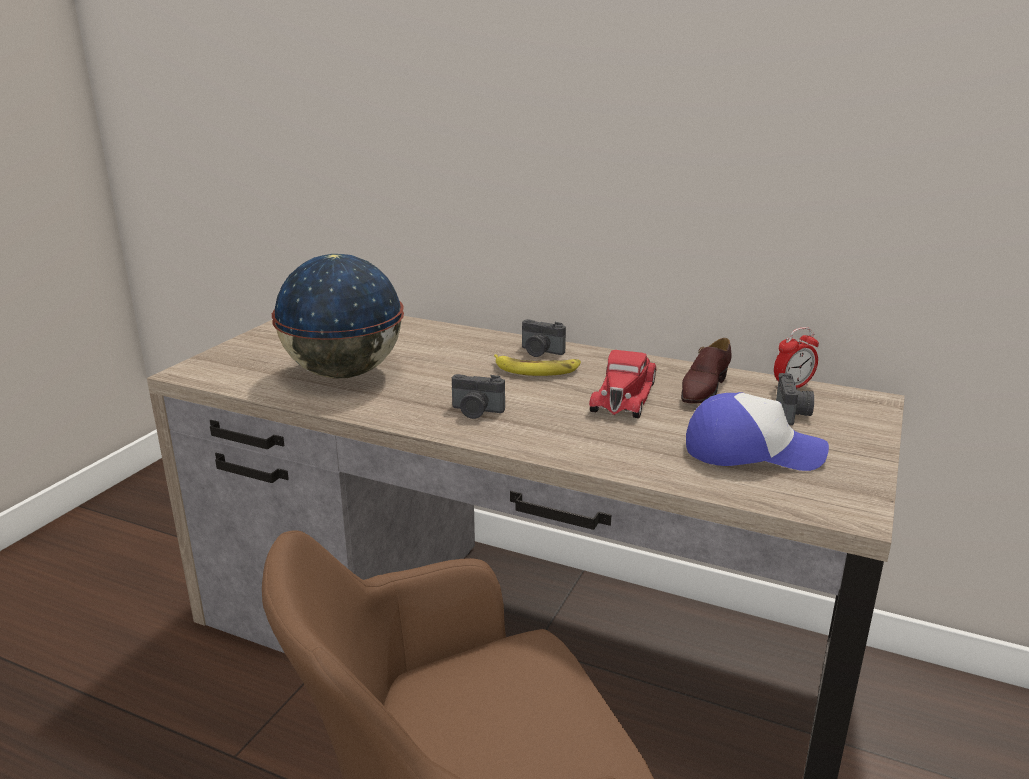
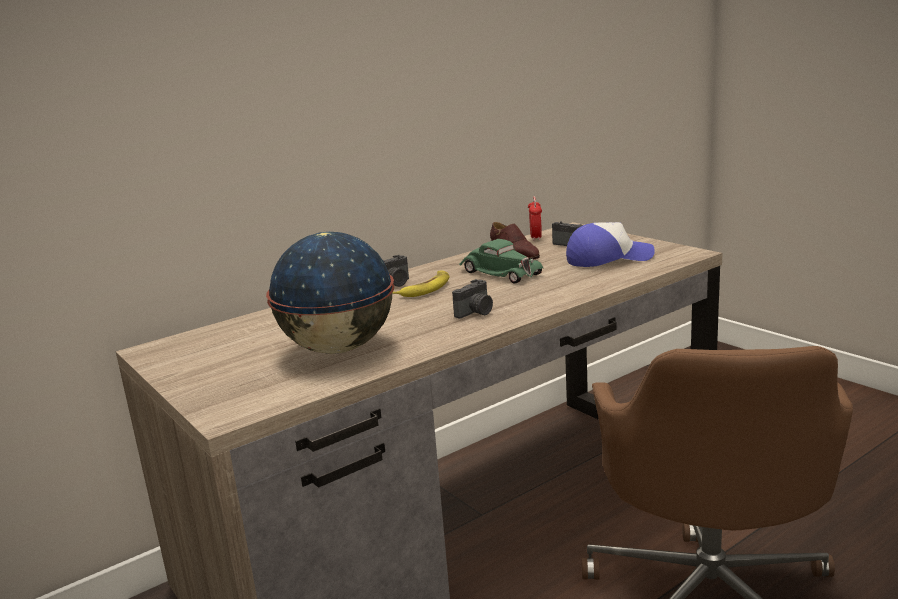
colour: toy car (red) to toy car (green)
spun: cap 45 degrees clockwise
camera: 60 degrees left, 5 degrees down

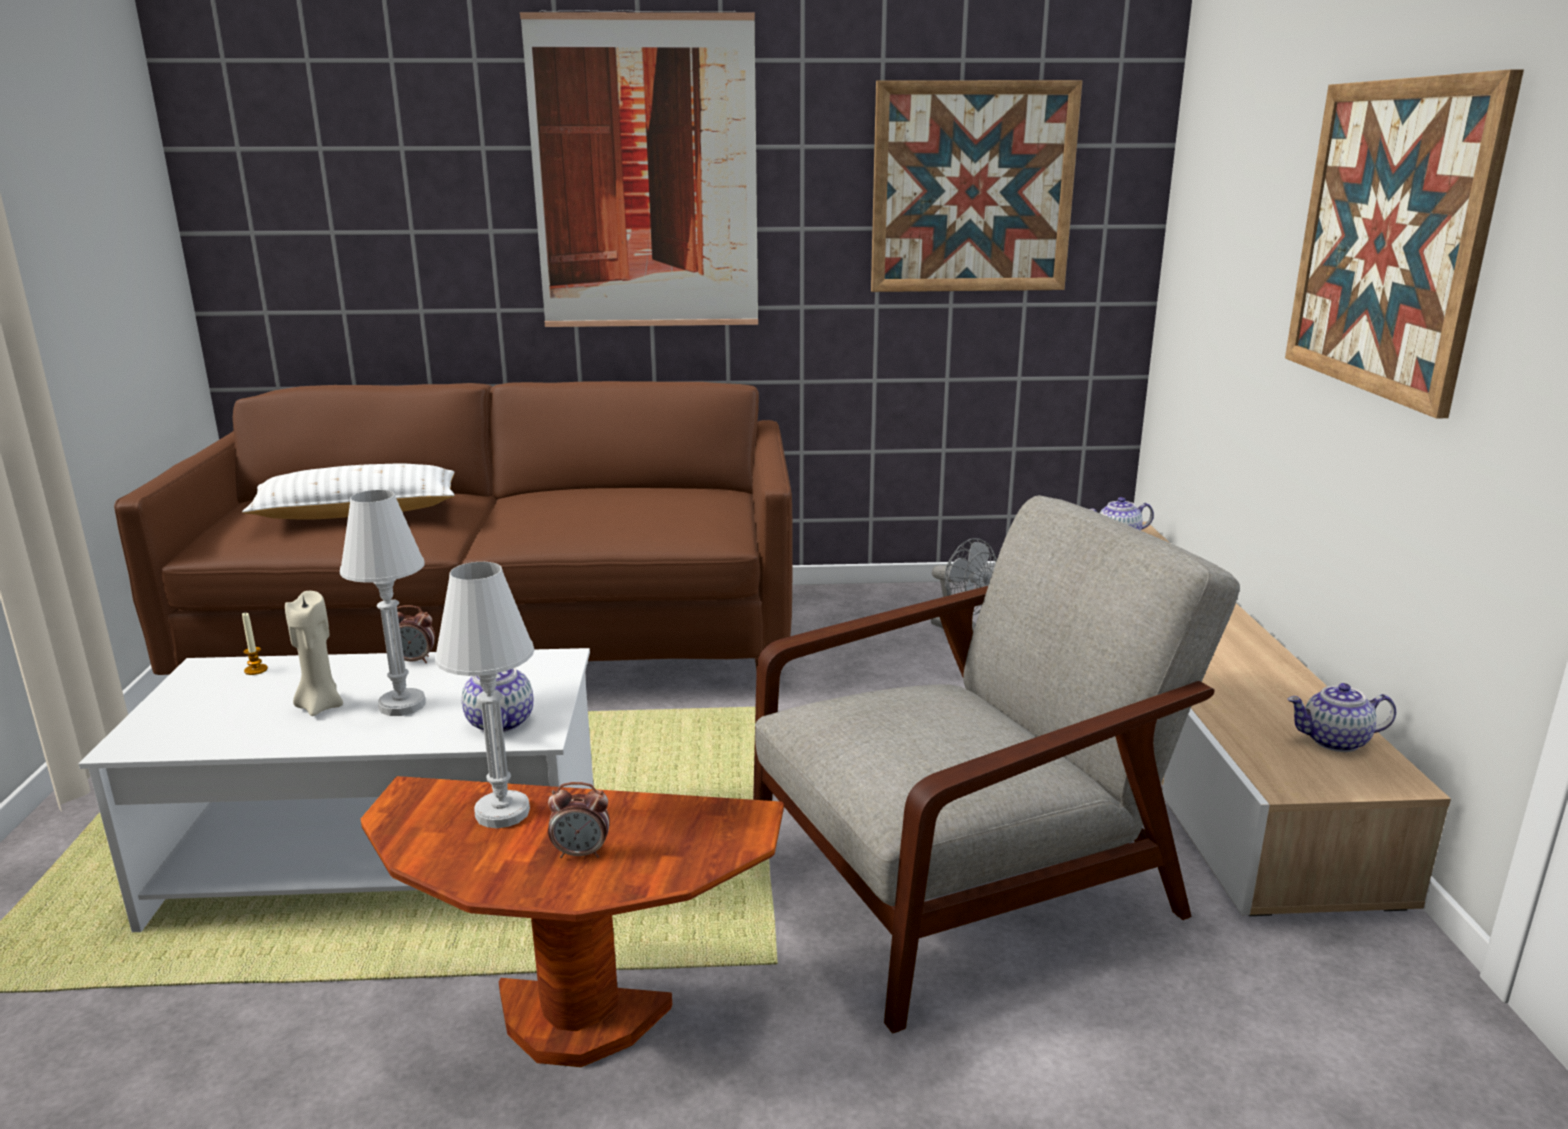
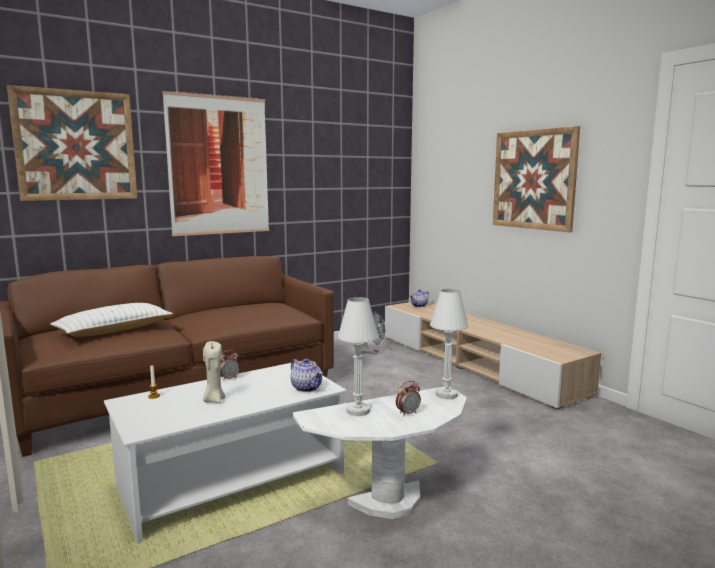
missing: armchair (grey); teapot (no. 3 from left)
relocated: table lamp (white) (no. 1 from left in the first image) to table lamp (white) (no. 2 from left); picture (no. 2 from left in the first image) to picture (no. 1 from left)
colour: side table (brown) to side table (white)
camera: 30 degrees left, 10 degrees down

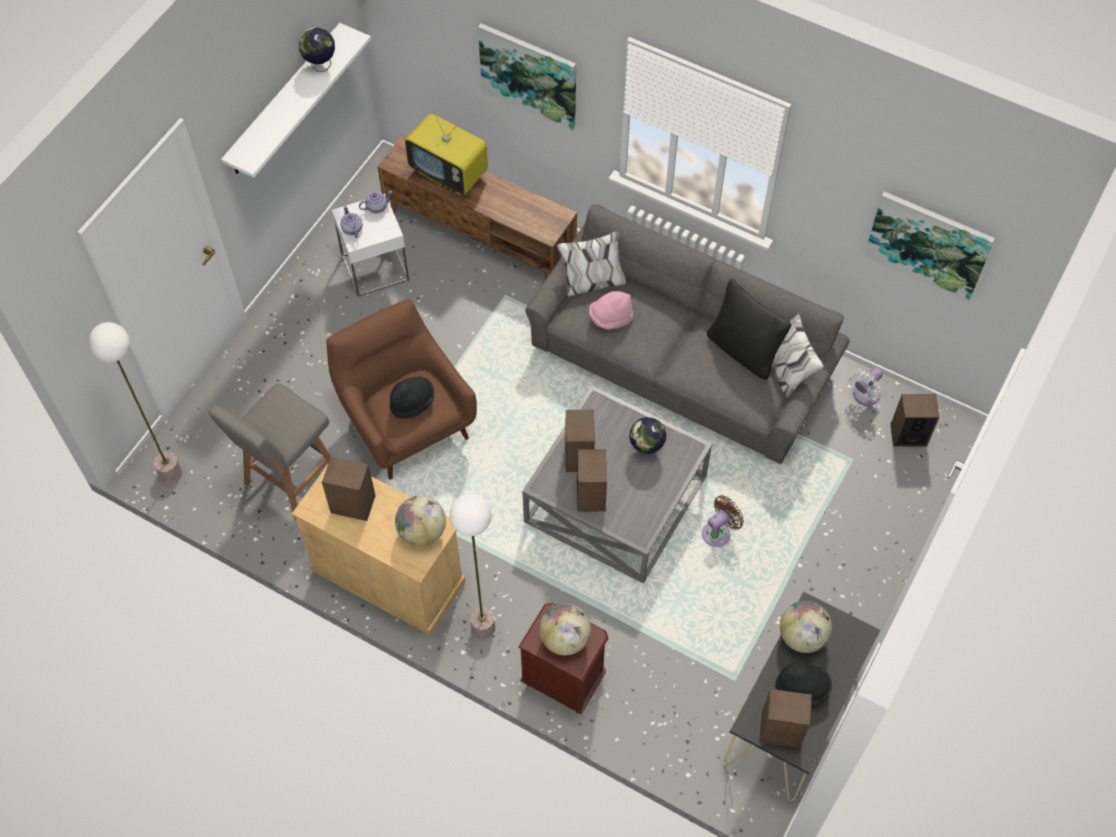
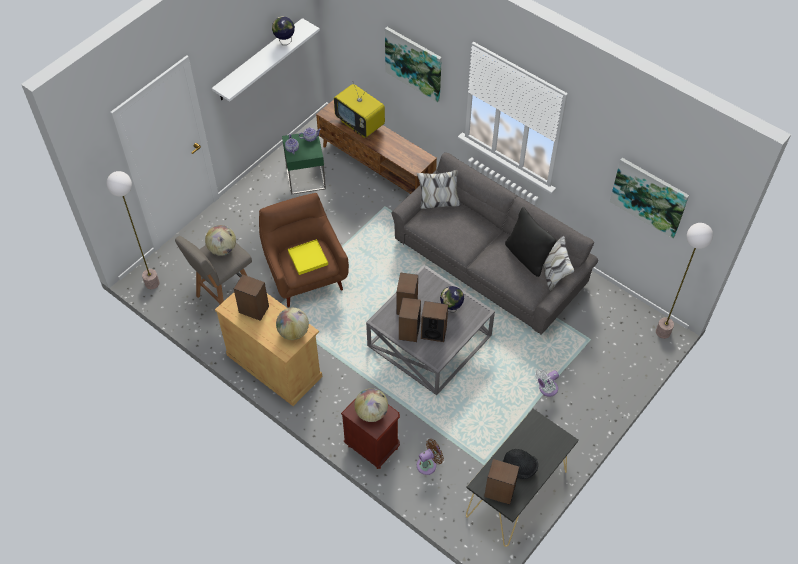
missing: hat (pink)
relocated: floor lamp (no. 2 from left); fan (brown); globe (no. 5 from left in the first image) to globe (no. 1 from left); fan (white); speaker (no. 5 from left in the first image) to speaker (no. 4 from left)
exchanged: hat (black) (no. 1 from left) to tray (yellow)
colour: side table (white) to side table (green)
camera: 10 degrees right, 5 degrees down

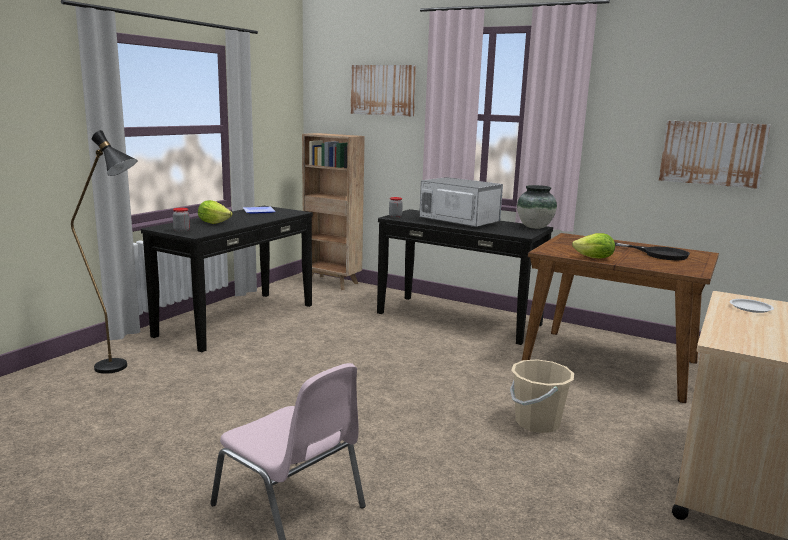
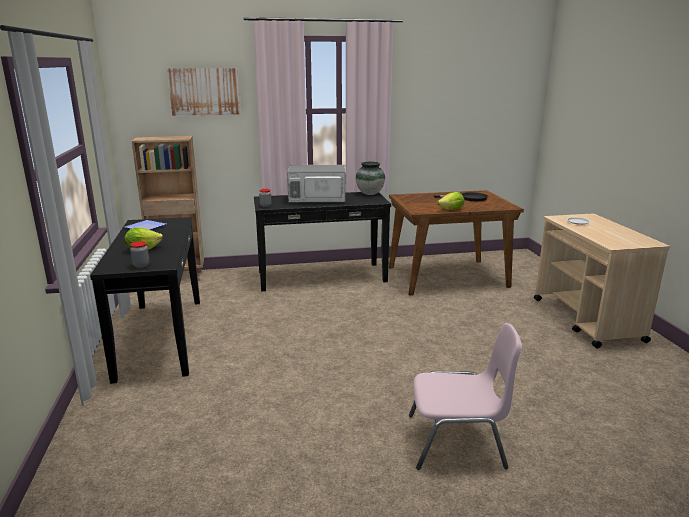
missing: floor lamp (black); bucket (beige); picture (no. 2 from left)
camera: 40 degrees left, 5 degrees up

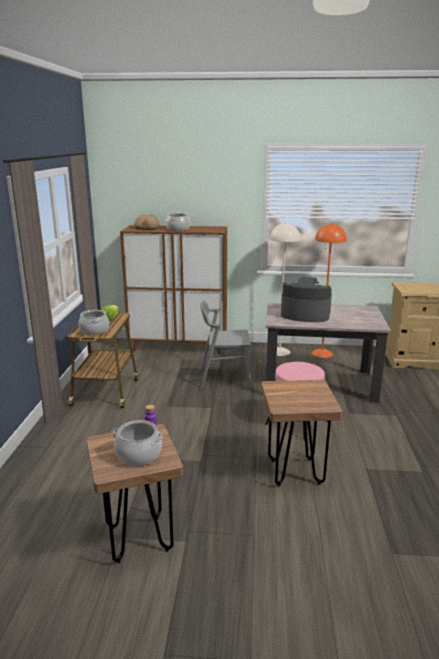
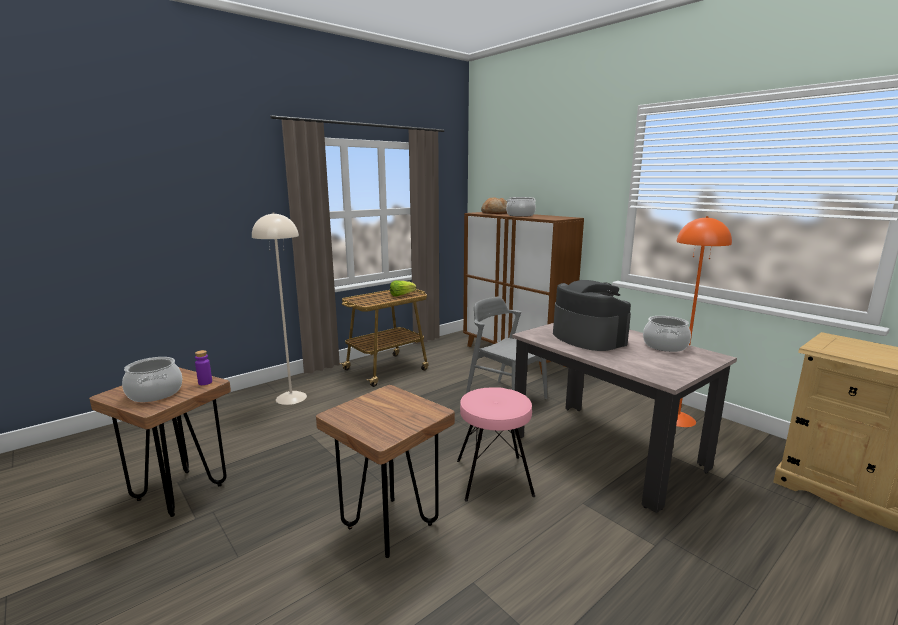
relocated: cooking pot (no. 1 from left in the first image) to cooking pot (no. 3 from left); floor lamp (beige)
camera: 45 degrees right, 5 degrees down

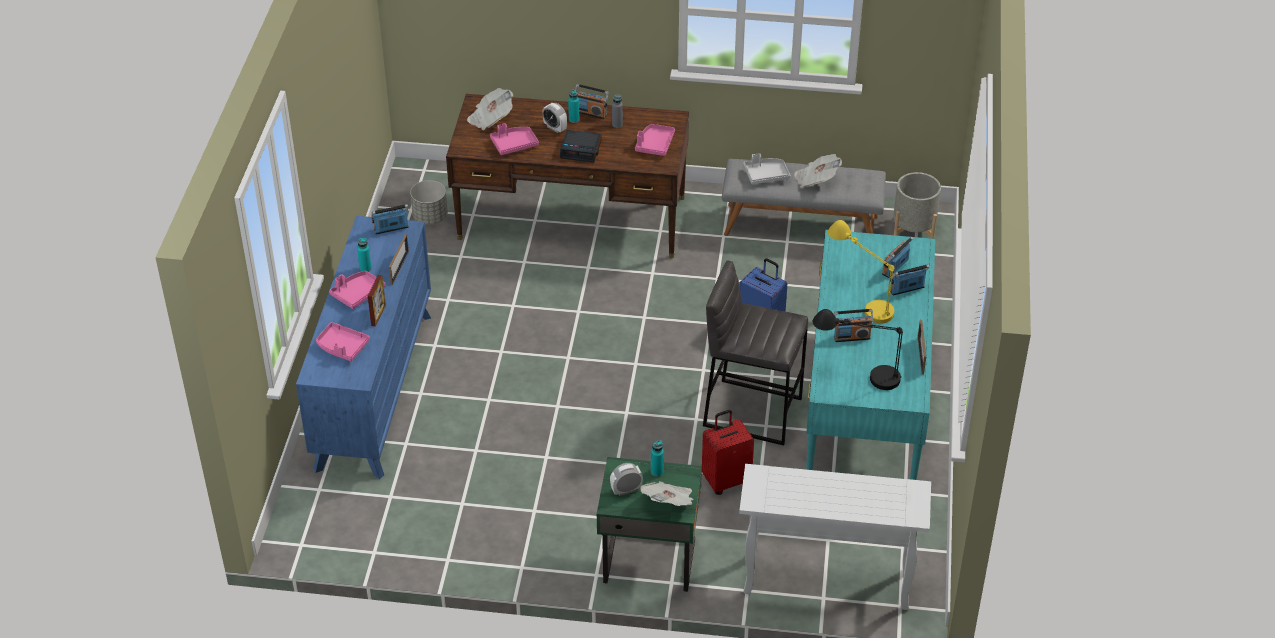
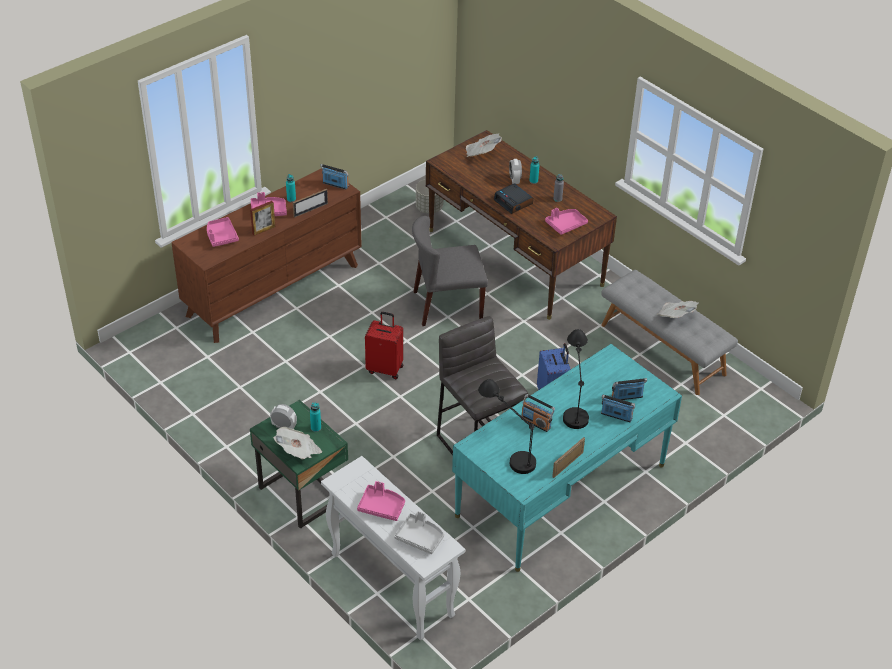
missing: radio (no. 2 from left); planter (grey) (no. 2 from left)
appeared: chair (grey)
relocated: tray (pink) (no. 3 from left); suitcase (red); tray (grey)
colour: dresser (blue) to dresser (brown); table lamp (yellow) to table lamp (black) (no. 2 from left)
camera: 40 degrees right, 0 degrees up

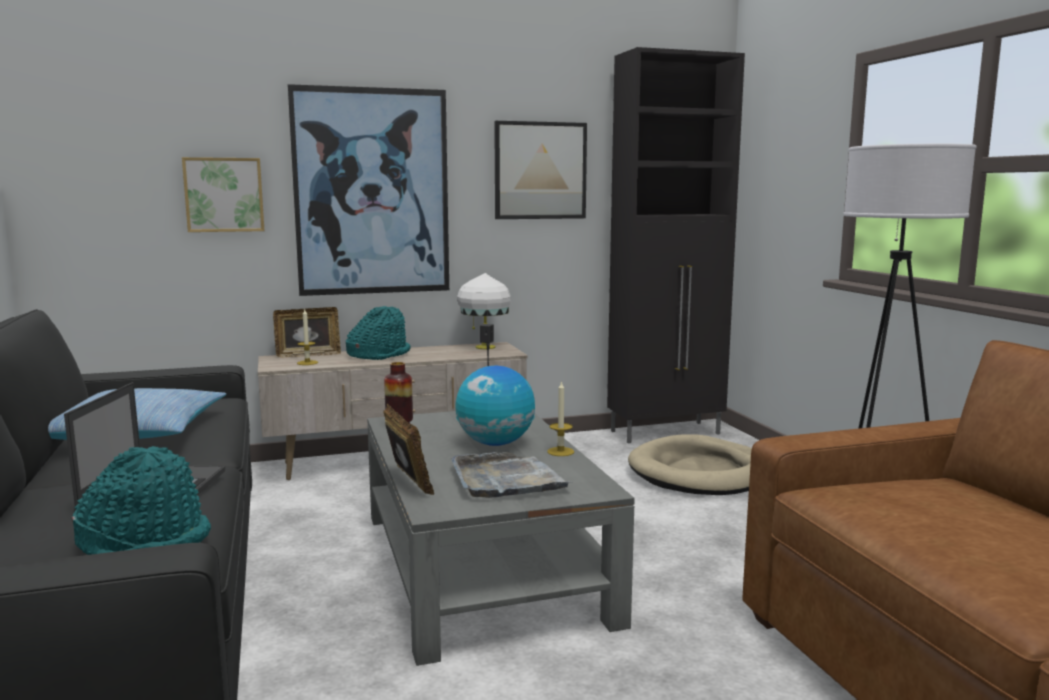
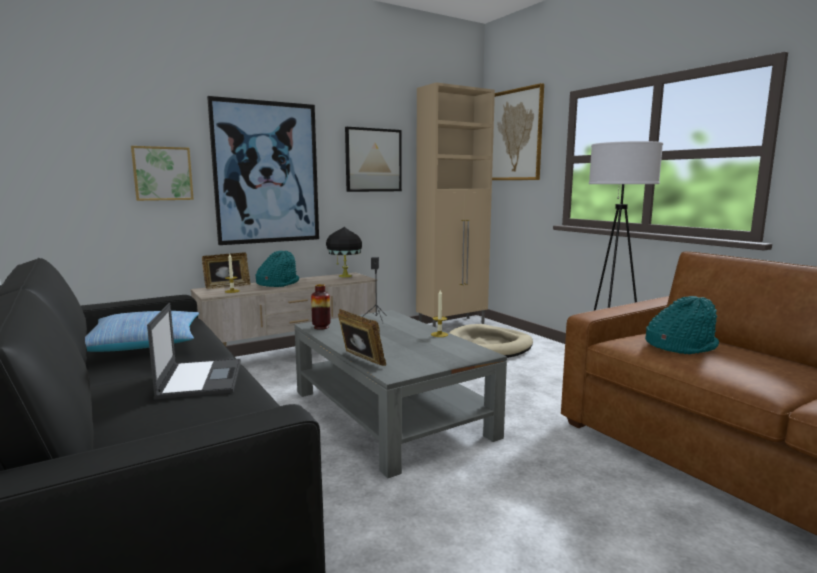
missing: tray (grey); globe
appeared: picture (no. 4 from left)
relocated: hat (turquoise) (no. 1 from left in the first image) to hat (turquoise) (no. 2 from left)
colour: table lamp (white) to table lamp (black); cabinet (black) to cabinet (beige)
camera: 15 degrees left, 0 degrees up

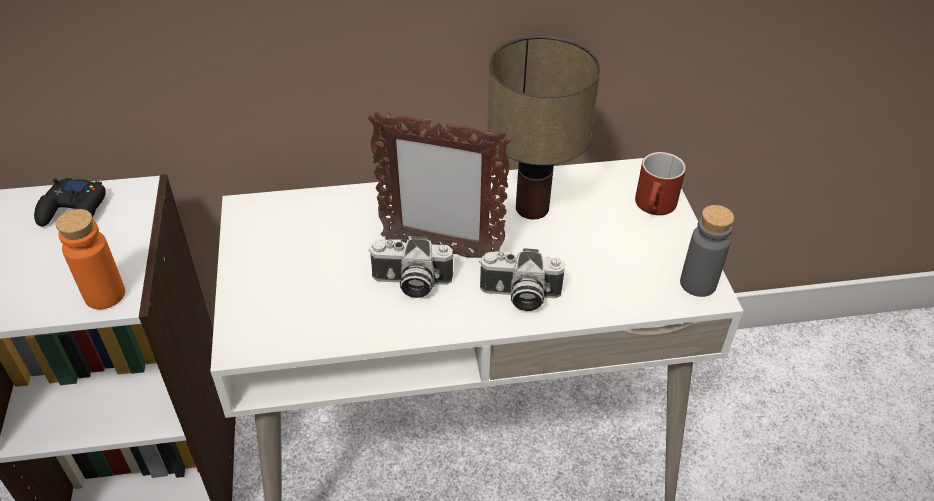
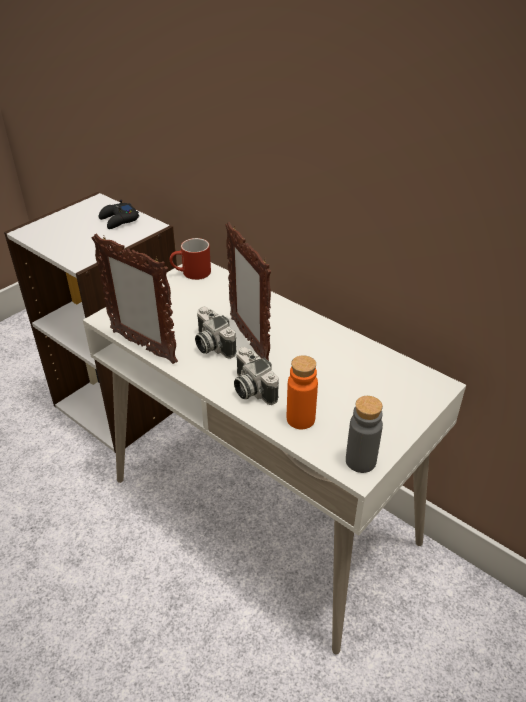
missing: table lamp
appeared: picture frame (no. 1 from left)
relocated: bottle (orange); mug (red)
camera: 50 degrees right, 5 degrees down

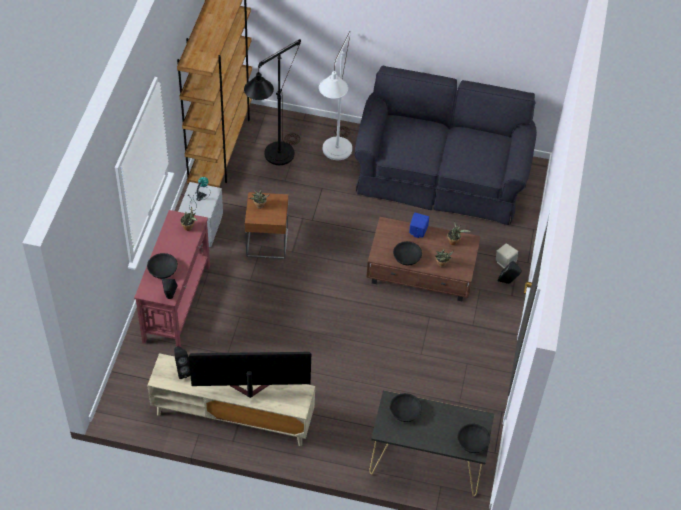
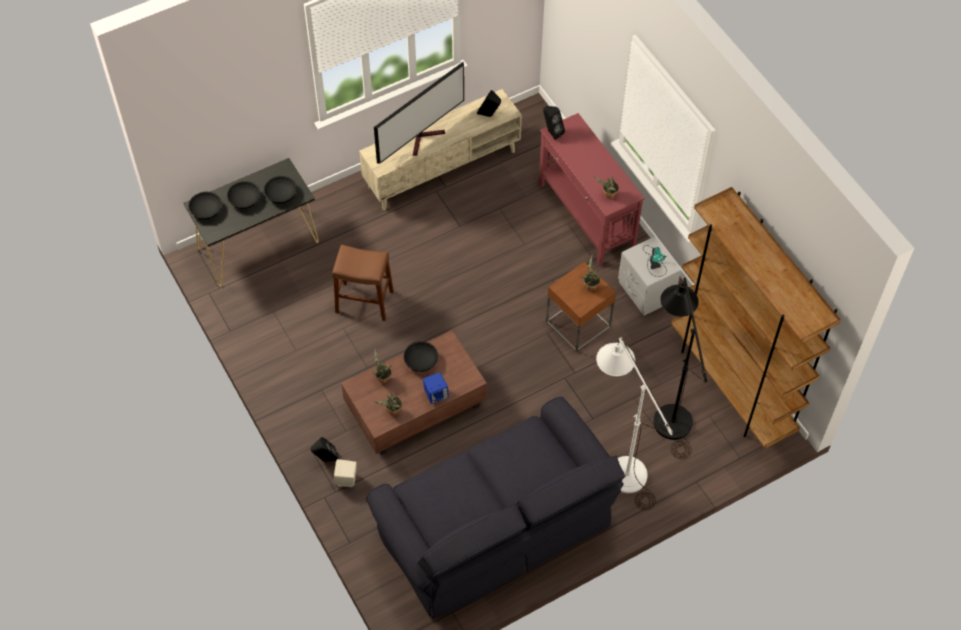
appeared: stool (brown)
relocated: bowl (black) (no. 1 from left in the first image) to bowl (black) (no. 2 from left)
camera: 140 degrees right, 5 degrees up

